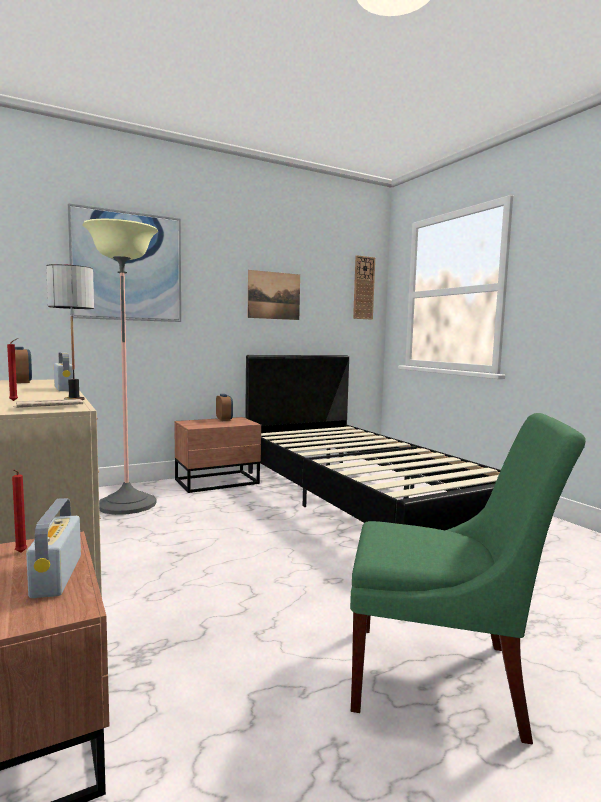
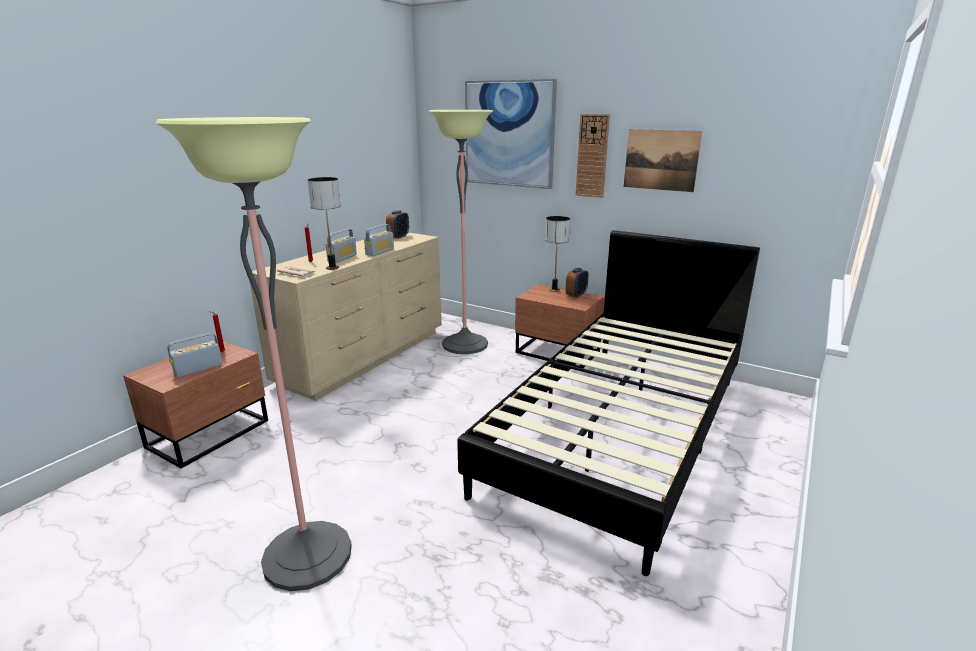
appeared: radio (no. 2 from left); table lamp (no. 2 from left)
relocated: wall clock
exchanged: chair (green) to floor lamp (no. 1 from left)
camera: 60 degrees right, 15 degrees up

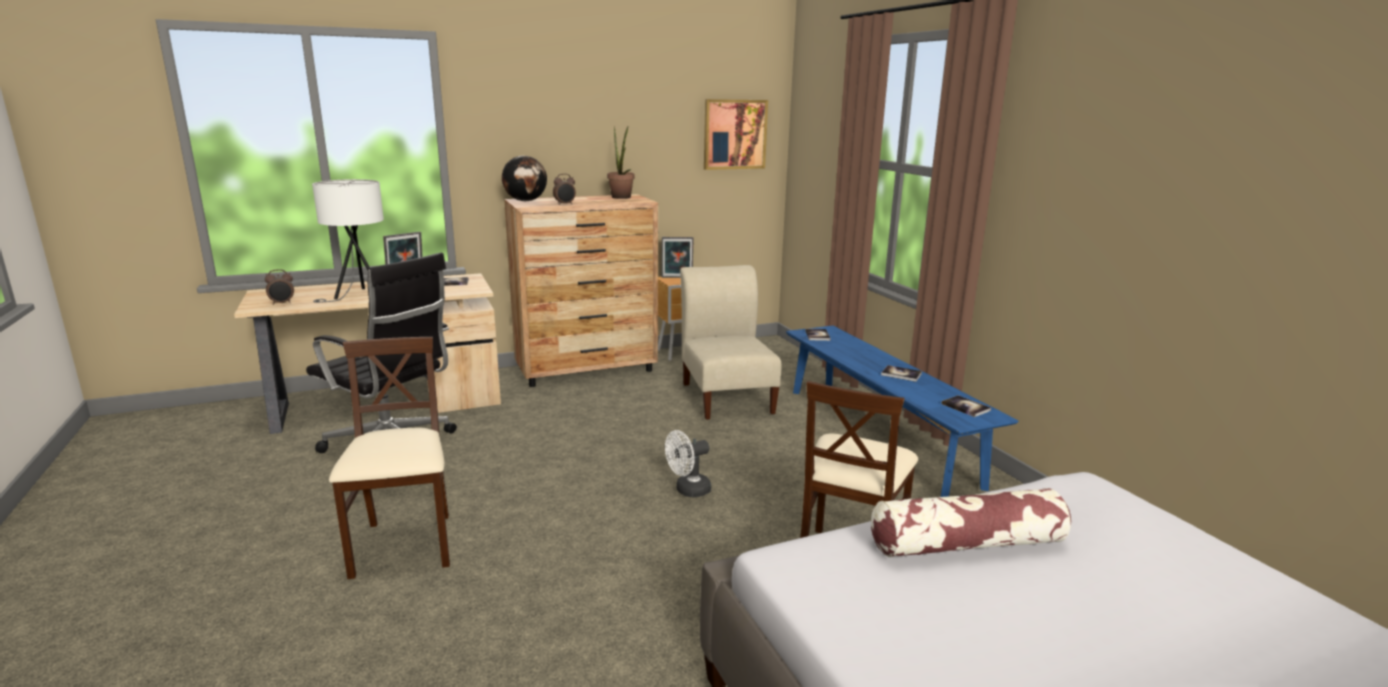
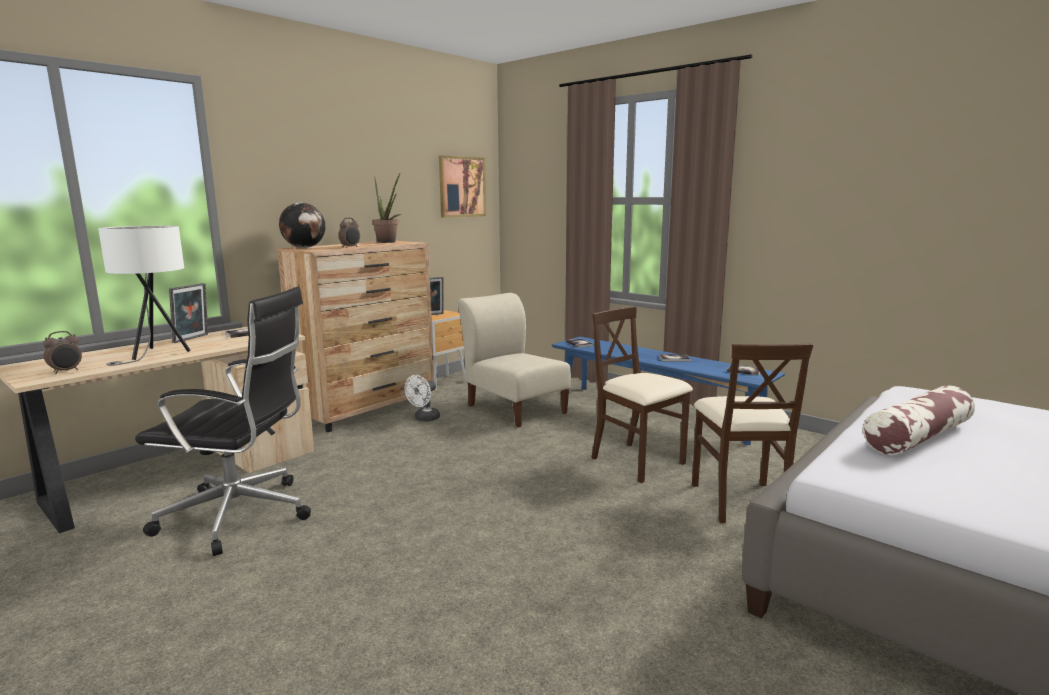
relocated: chair (beige) (no. 1 from left in the first image) to chair (beige) (no. 2 from left); fan (white)
camera: 25 degrees left, 5 degrees down

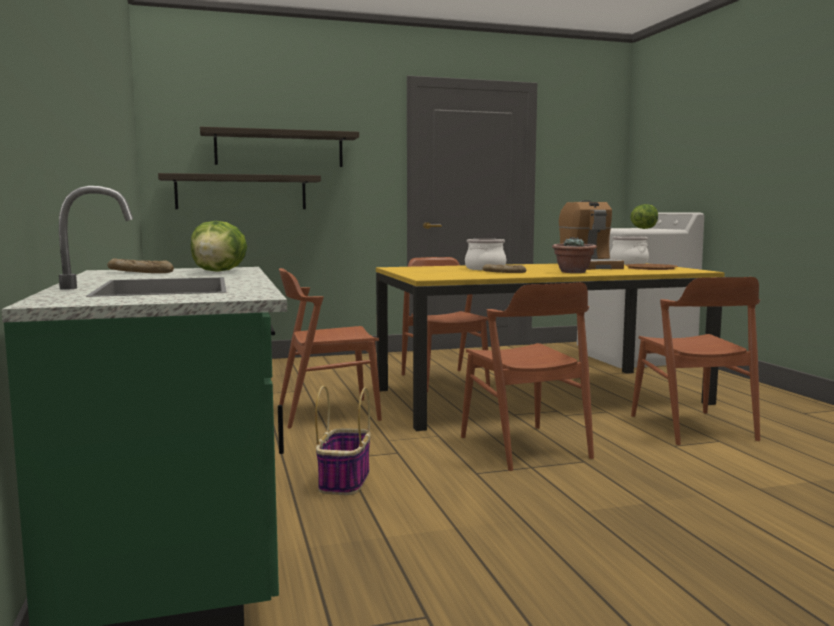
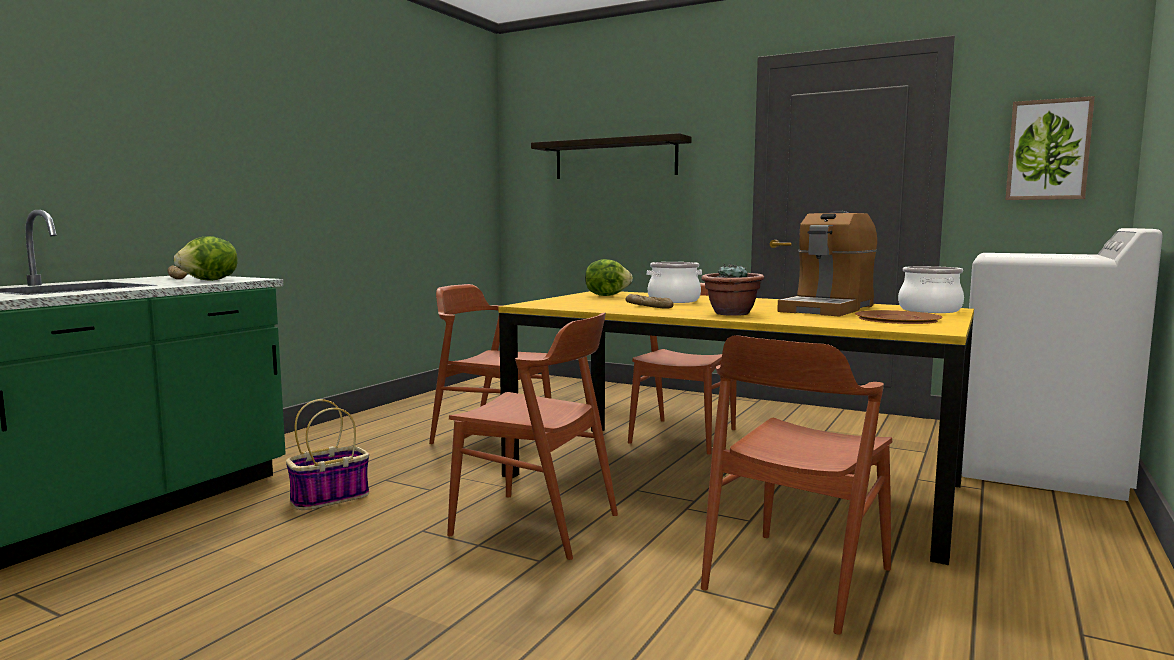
missing: shelf (no. 1 from left)
appeared: picture
relocated: lettuce (no. 2 from left)
spun: chair (brown) (no. 3 from left in the first image) 90 degrees counterclockwise
camera: 45 degrees right, 0 degrees up

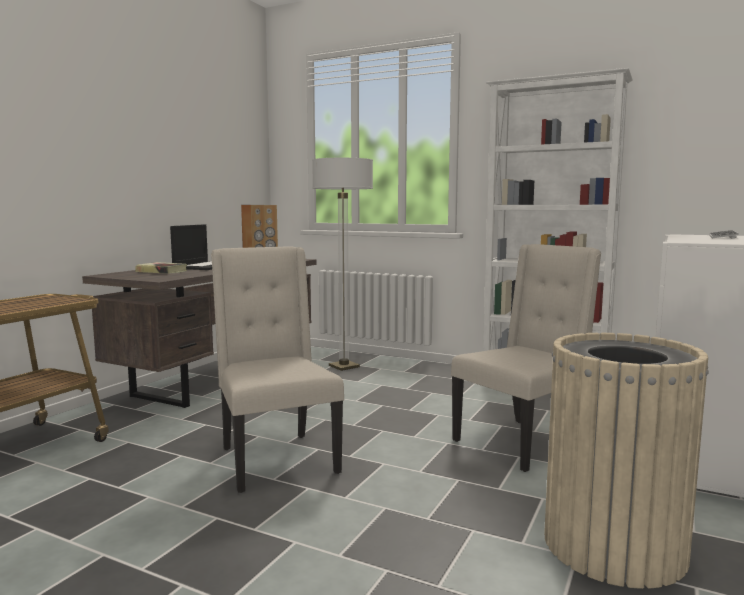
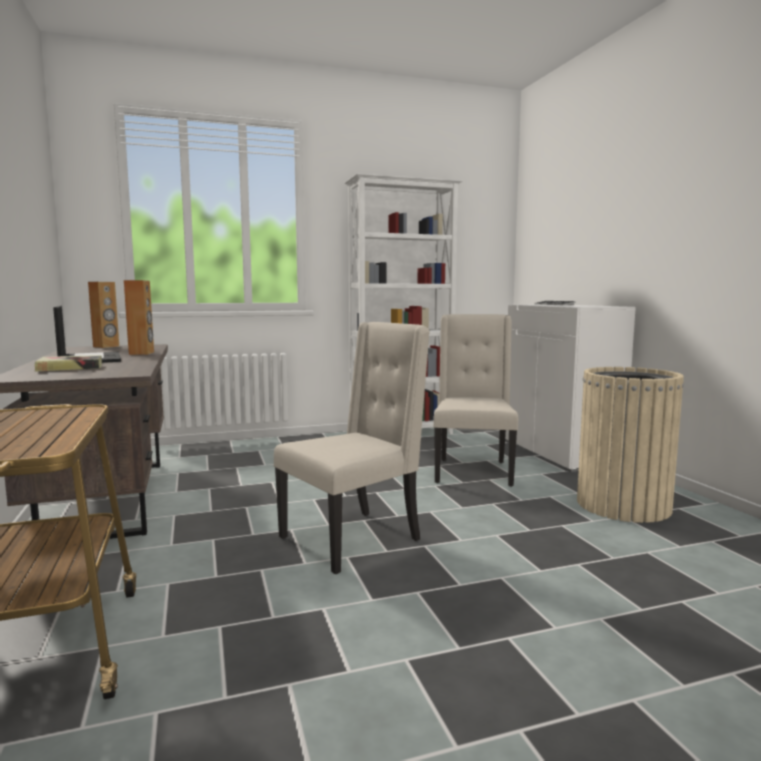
missing: floor lamp
spun: chair (beige) (no. 1 from left) 120 degrees clockwise
camera: 45 degrees left, 0 degrees up

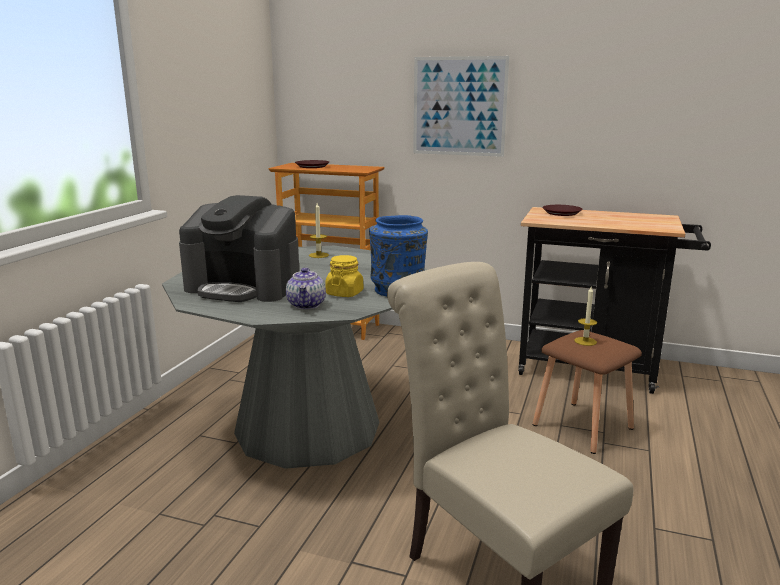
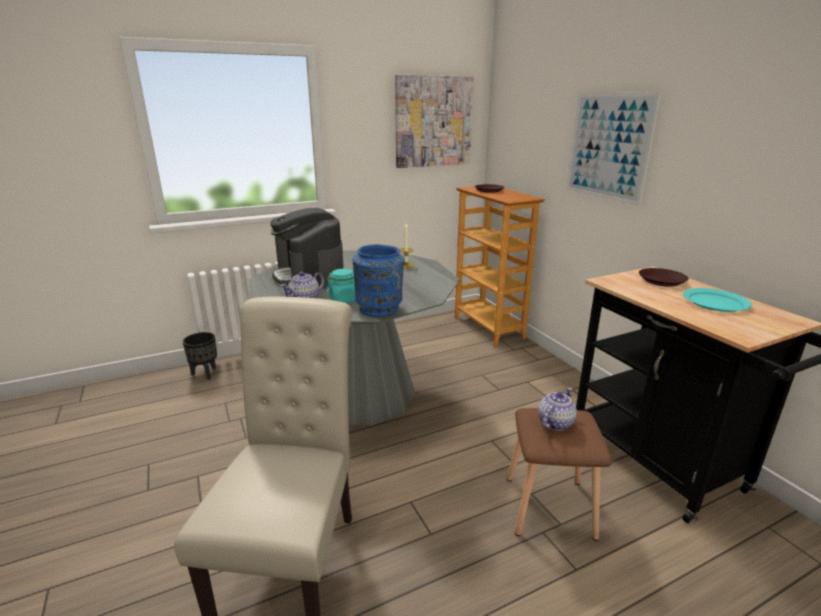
appeared: planter (black); picture (no. 1 from left); plate (turquoise)
exchanged: candle (no. 2 from left) to teapot (no. 2 from left)
colour: jar (yellow) to jar (turquoise)
camera: 45 degrees right, 5 degrees up

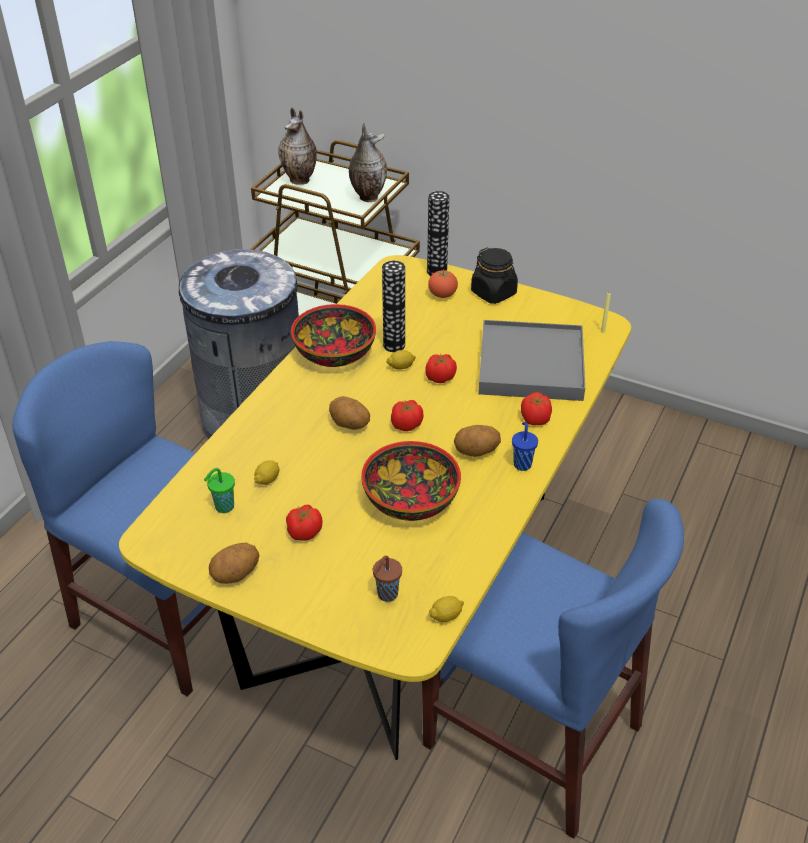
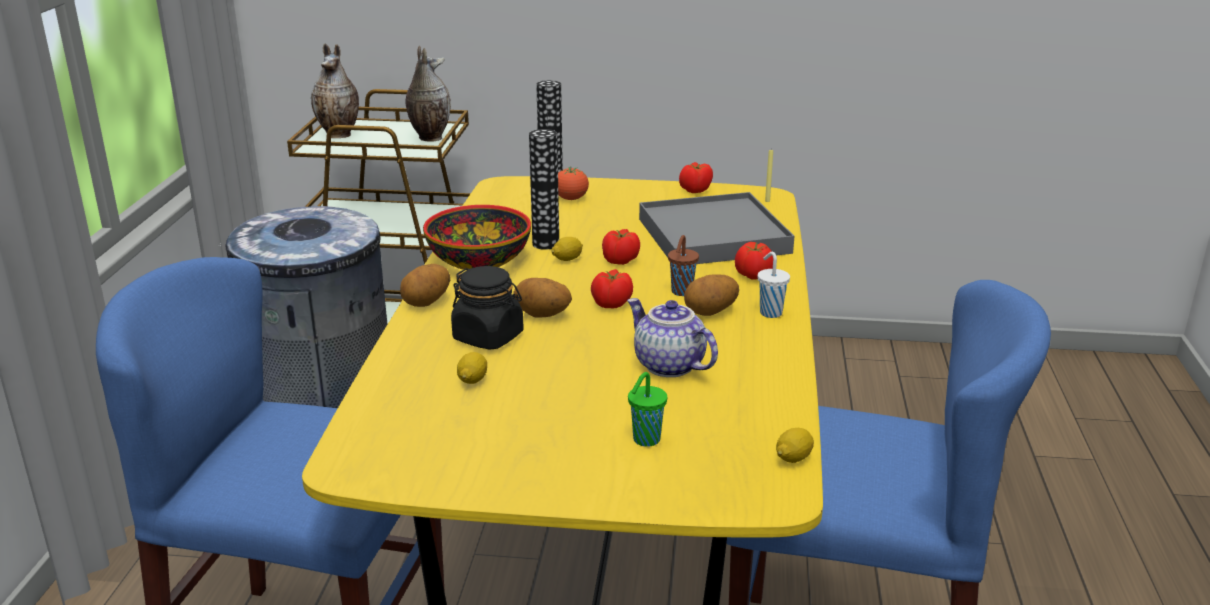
relocated: cup (green); potato (no. 1 from left); tomato (no. 1 from left in the first image) to tomato (no. 4 from left); cup (brown); jar (black)
exchanged: bowl (no. 2 from left) to teapot
colour: cup (blue) to cup (white)
camera: 20 degrees left, 15 degrees down

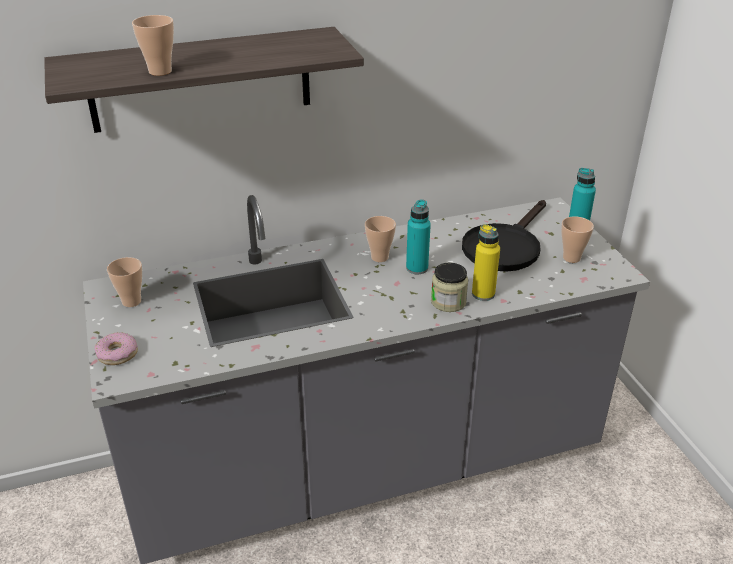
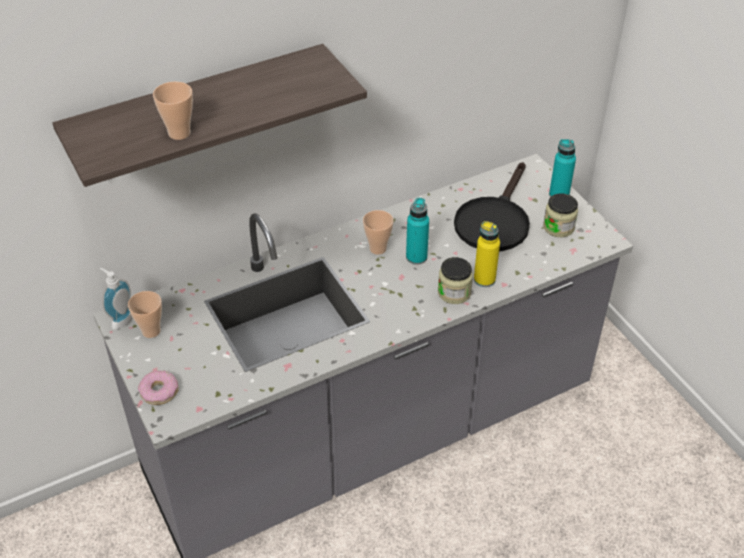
appeared: soap dispenser
exchanged: cup (no. 4 from left) to jar (no. 2 from left)
camera: 10 degrees left, 10 degrees up

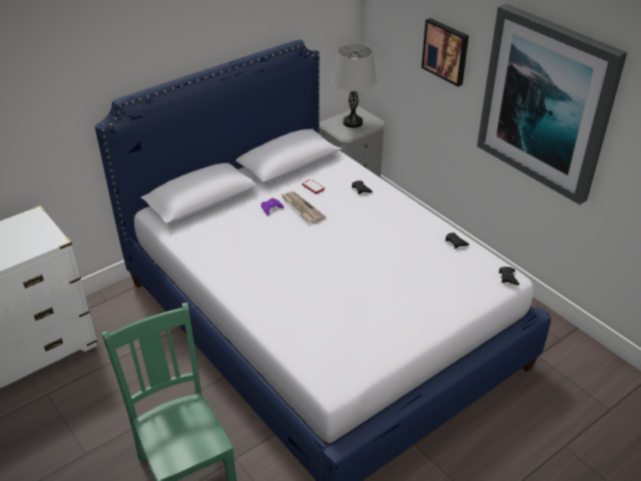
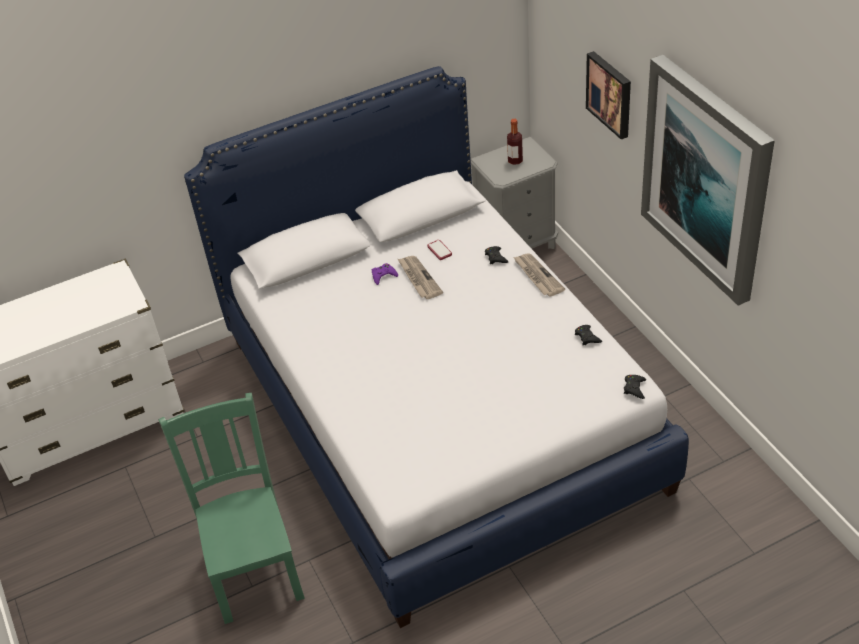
appeared: newspaper (no. 2 from left)
exchanged: table lamp (grey) to bottle
camera: 15 degrees right, 5 degrees up

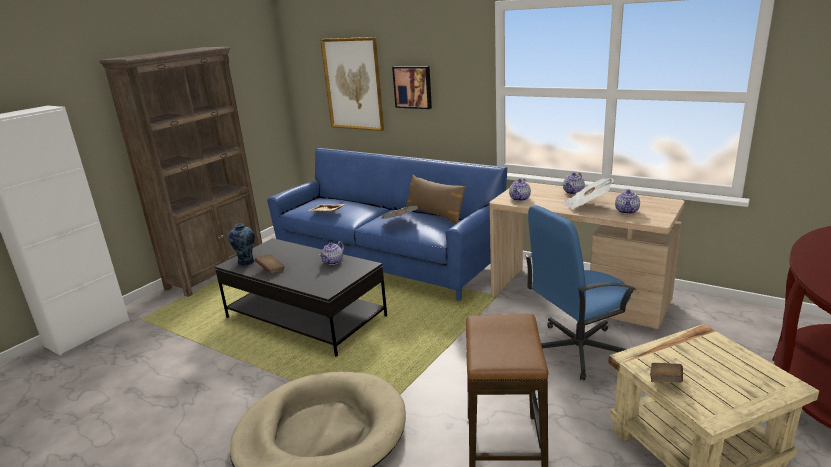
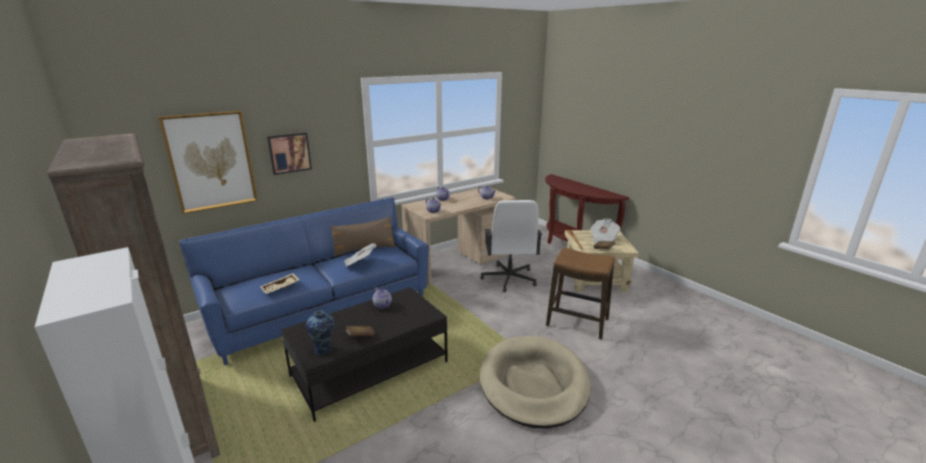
relocated: newspaper (no. 2 from left)
colour: office chair (blue) to office chair (white)
camera: 70 degrees left, 0 degrees up

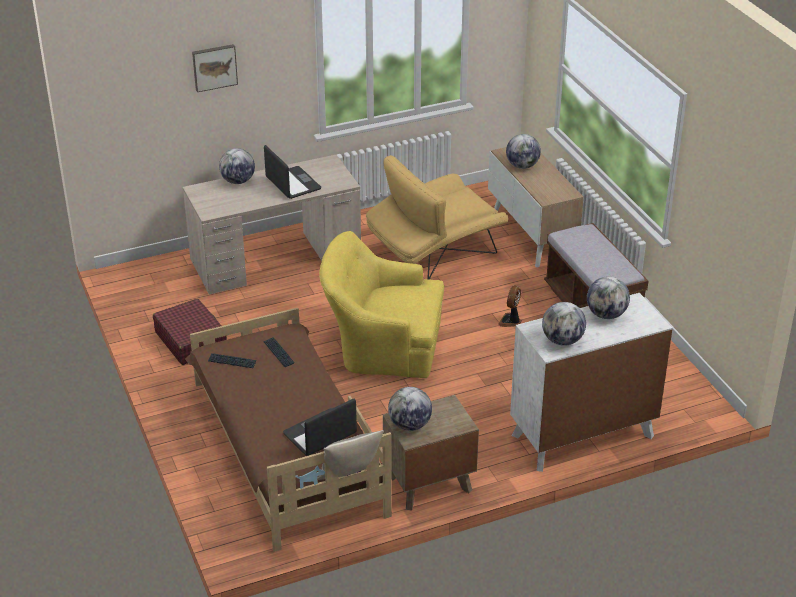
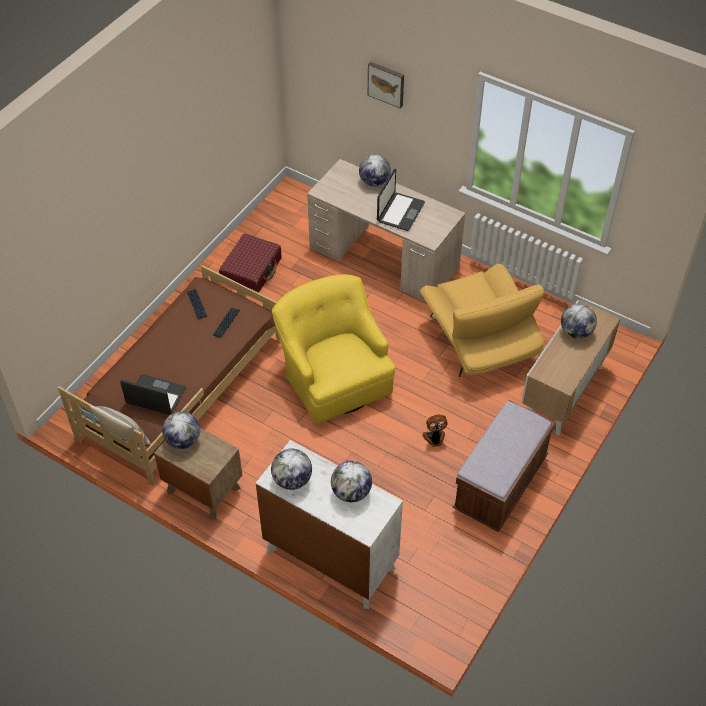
spun: armchair (yellow) (no. 2 from left) 135 degrees counterclockwise
camera: 55 degrees right, 15 degrees up

